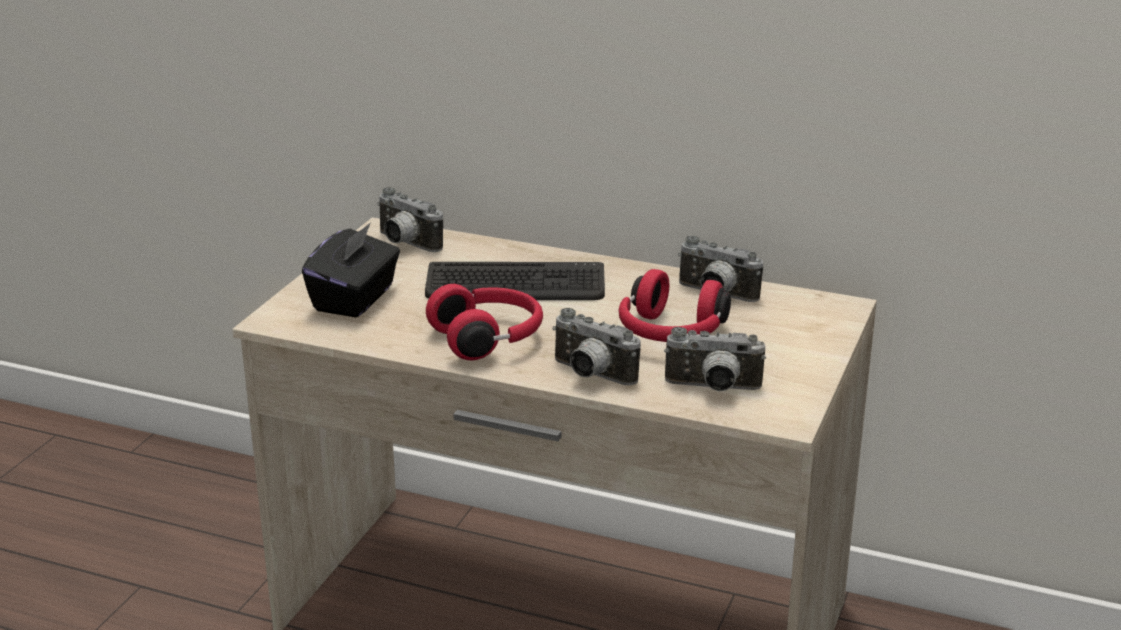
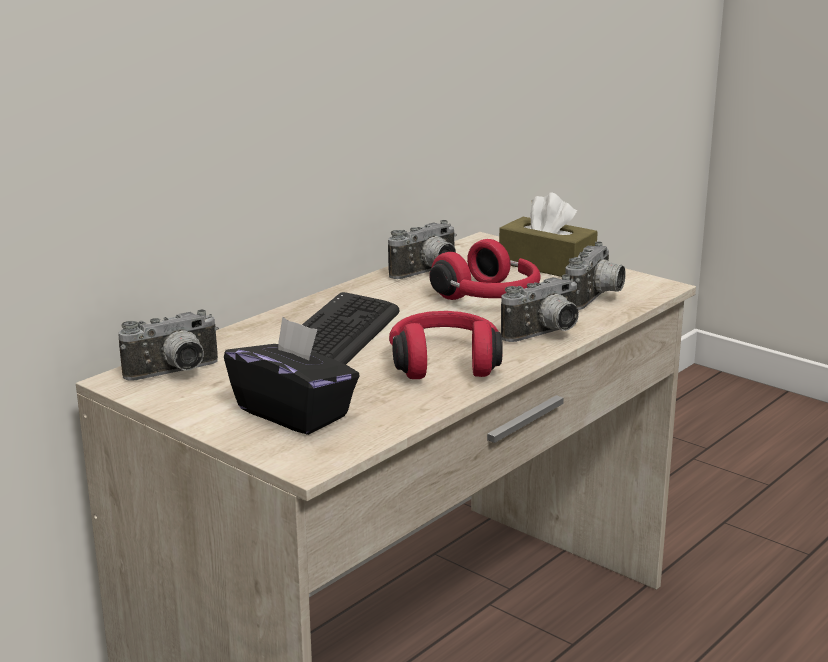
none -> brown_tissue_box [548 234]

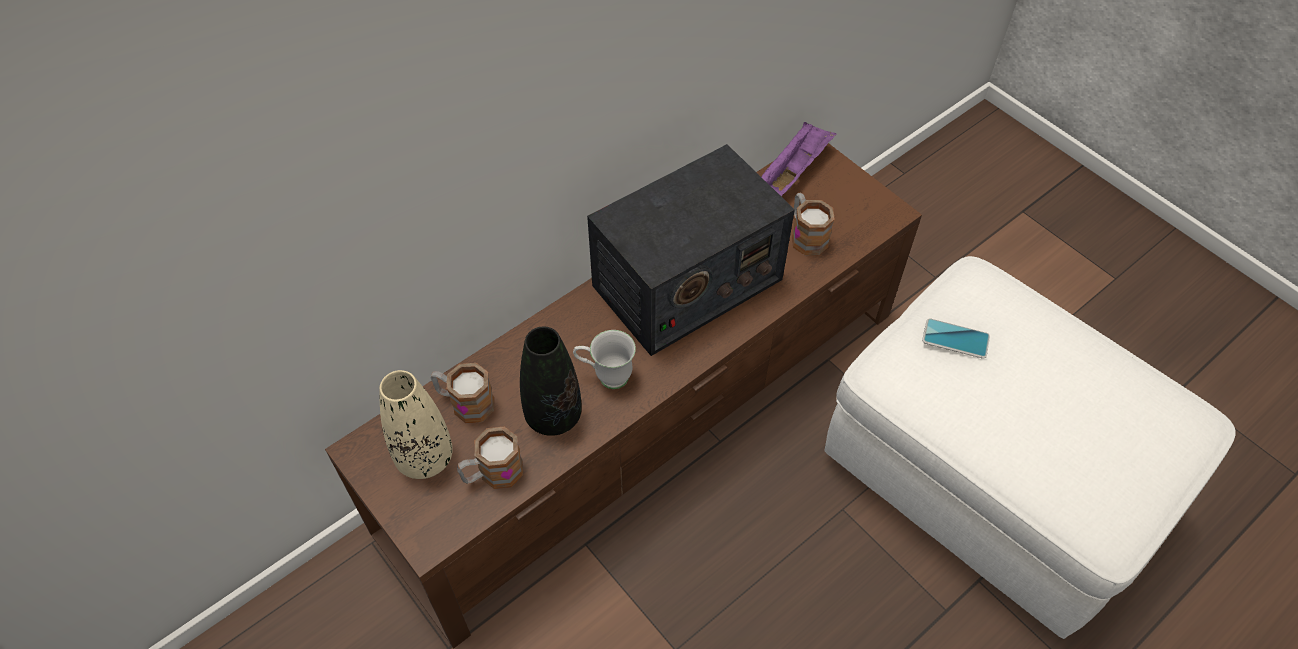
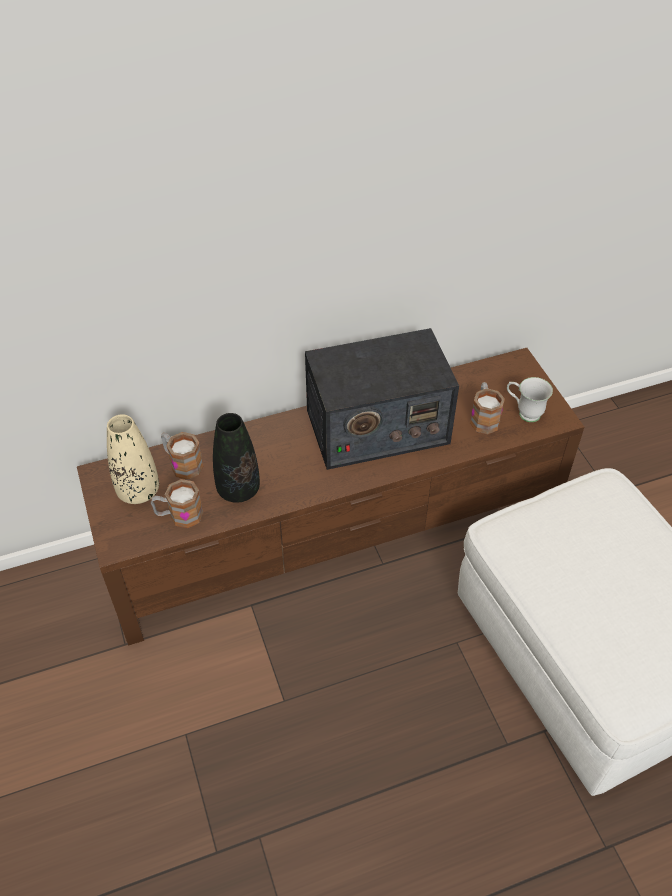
purple_tray [799 158] -> none
phone [956 338] -> none
white_mug [604 359] -> white_mug [530 399], shifted

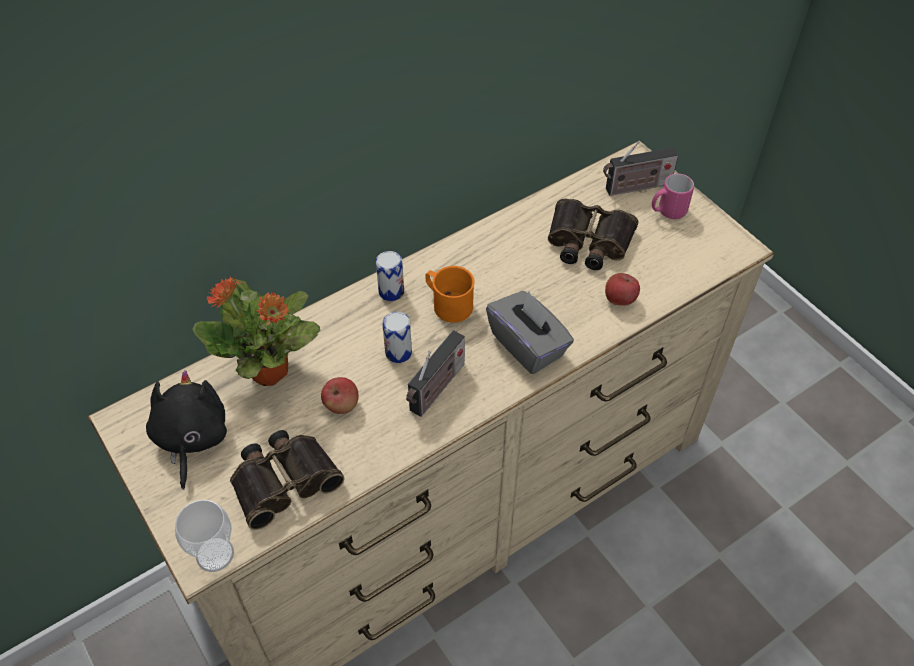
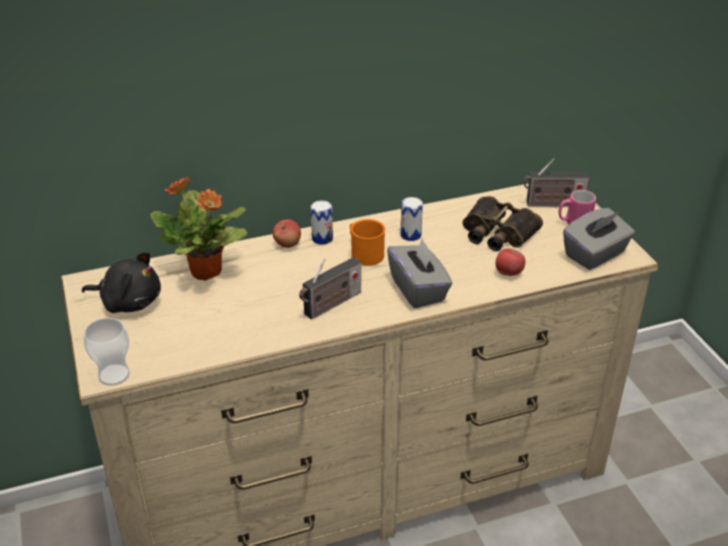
can [397 337] -> can [411 219], shifted
black_plush_toy [186 430] -> black_plush_toy [121 282], 90 degrees clockwise
apple [340 395] -> apple [286 234], shifted
binoculars [287 480] -> none
none -> grey_tissue_box [599 239]

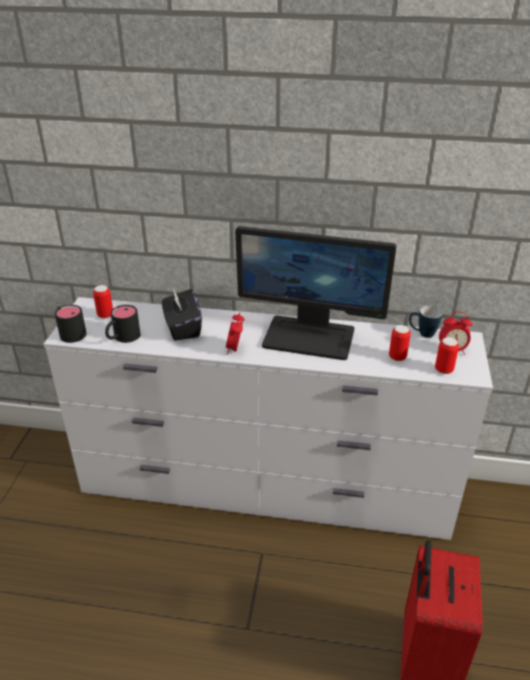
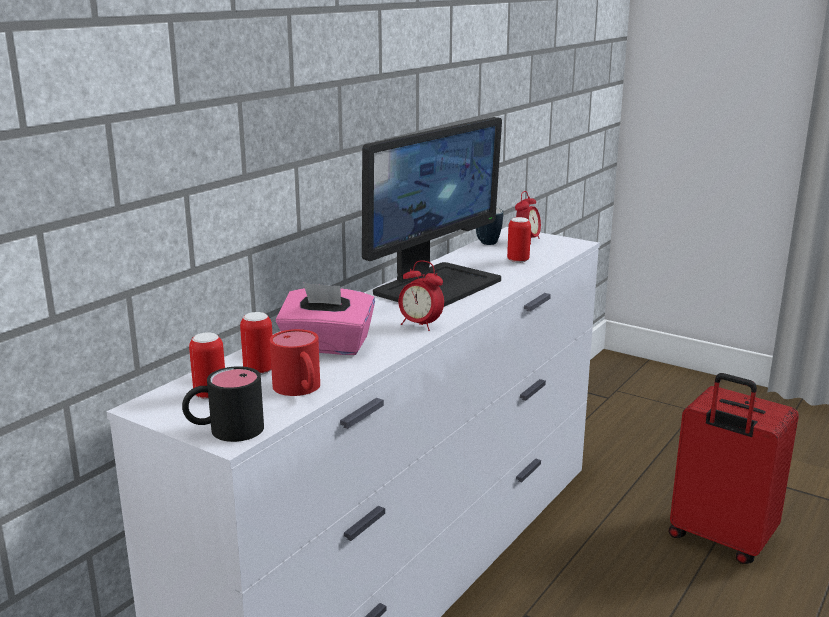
black_tissue_box [182 314] -> pink_tissue_box [325 318]
black_mug [122 324] -> red_mug [295 362]
can [447 355] -> can [256 343], shifted

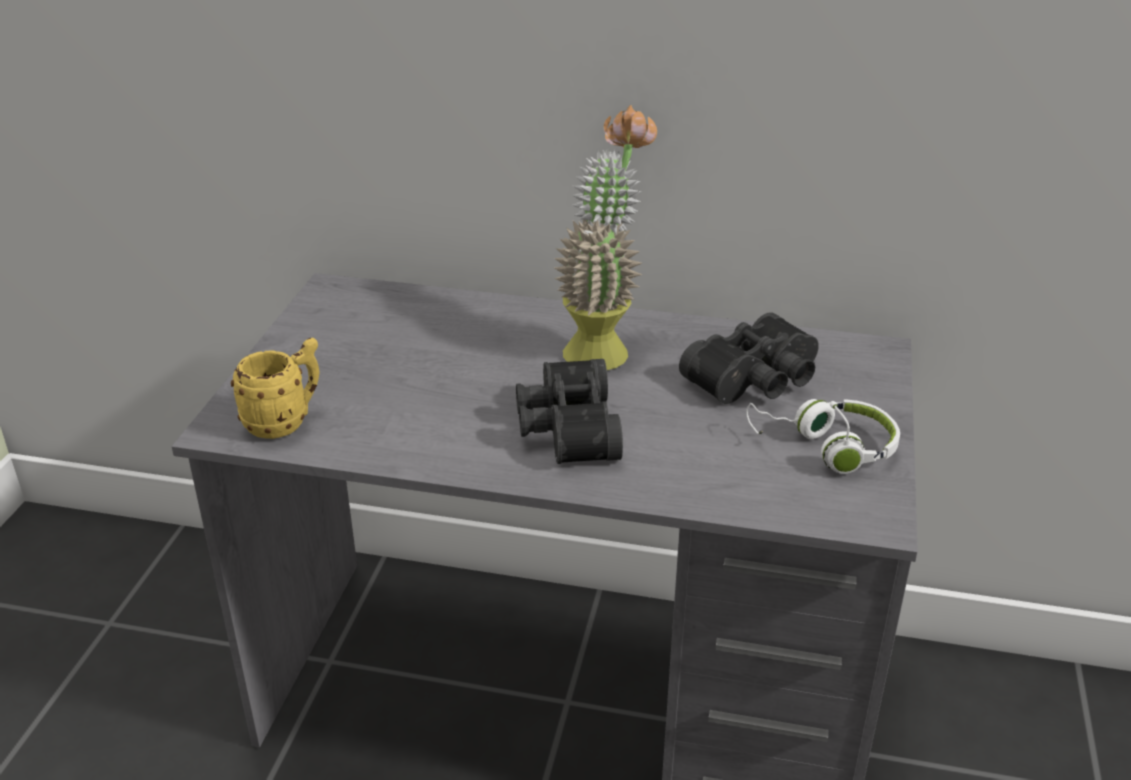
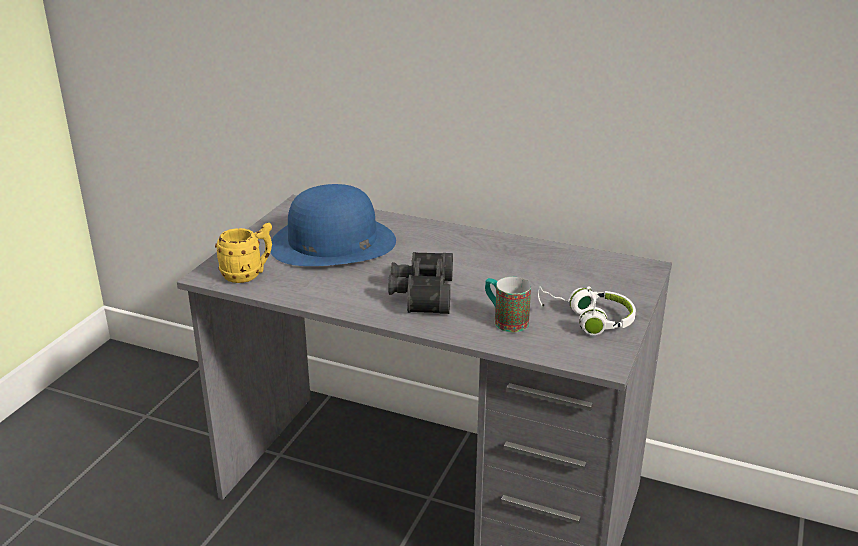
potted_plant [605 237] -> none
black_binoculars [749 358] -> none
none -> blue_hat [333 225]
none -> mug [508 304]

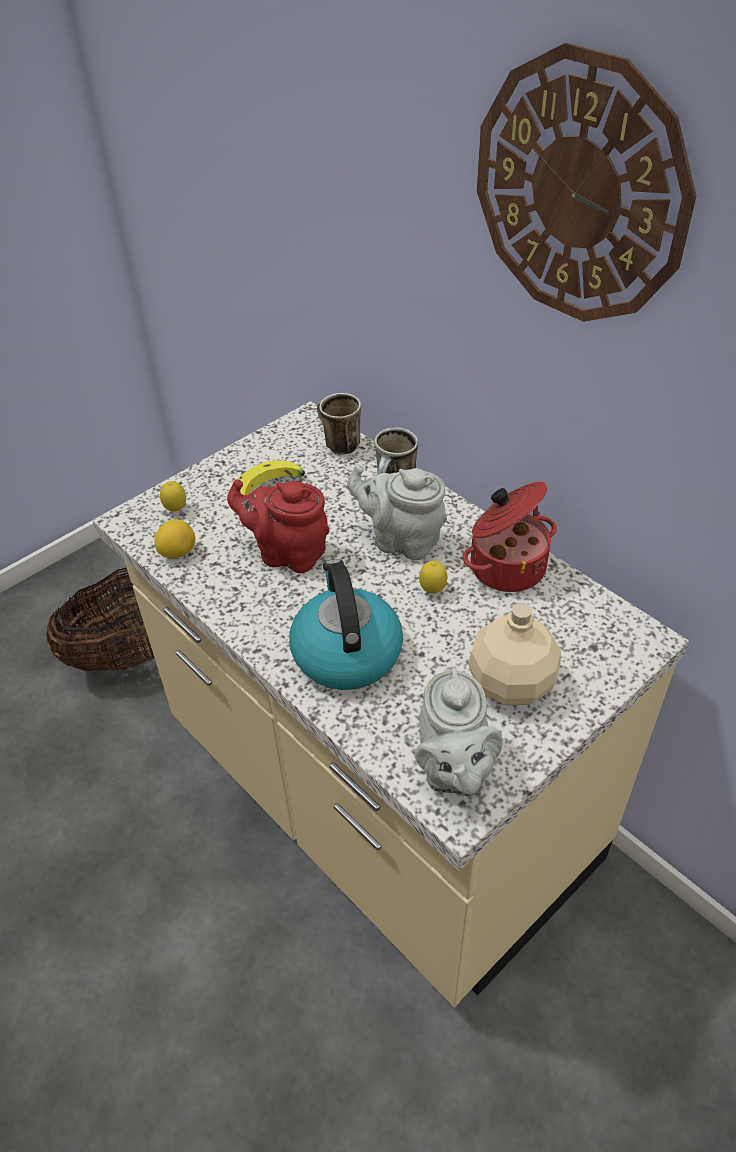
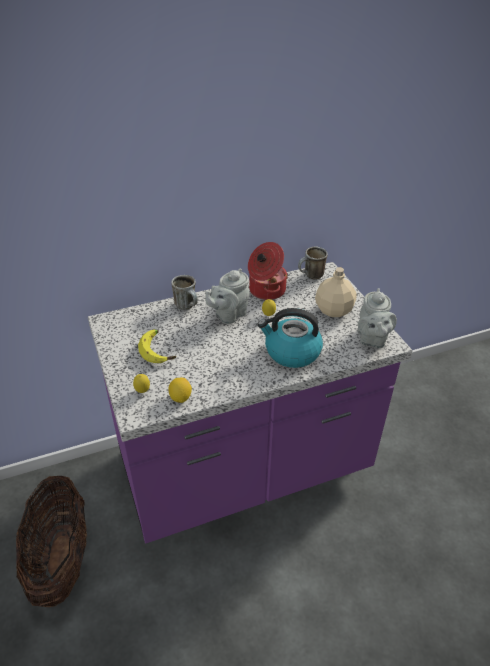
wall_clock [586 182] -> none
mug [339 424] -> mug [313 263], shifted
beige_counter [391 704] -> purple_counter [250 403]
red_teapot [278 526] -> none
grey_teapot [459 732] -> grey_teapot [377 318], 75 degrees clockwise

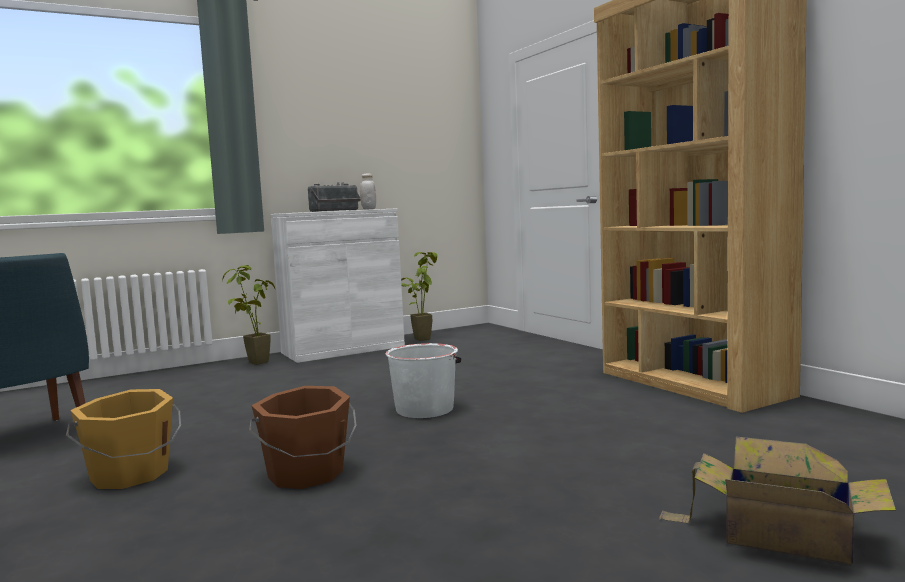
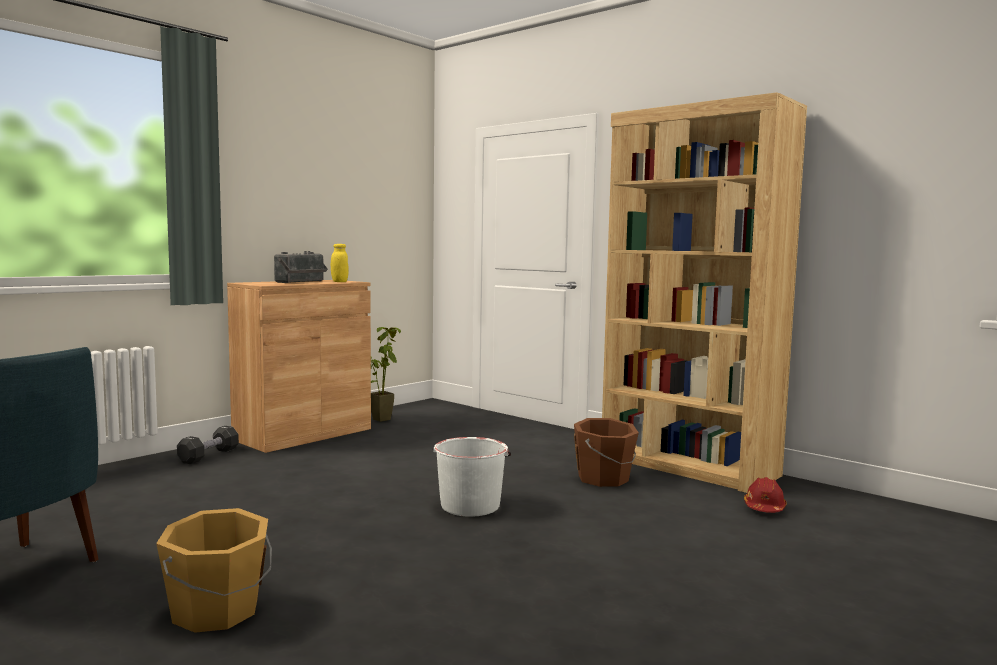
white_jar [368 191] -> yellow_jar [339 263]
white_cabinet [338 285] -> brown_cabinet [299 366]
potted_plant [248 315] -> black_dumbbell [208 445]
brown_bucket [303 437] -> brown_bucket [606 452], shifted
cardboard_box [777 501] -> none
none -> red_hard_hat [765 495]

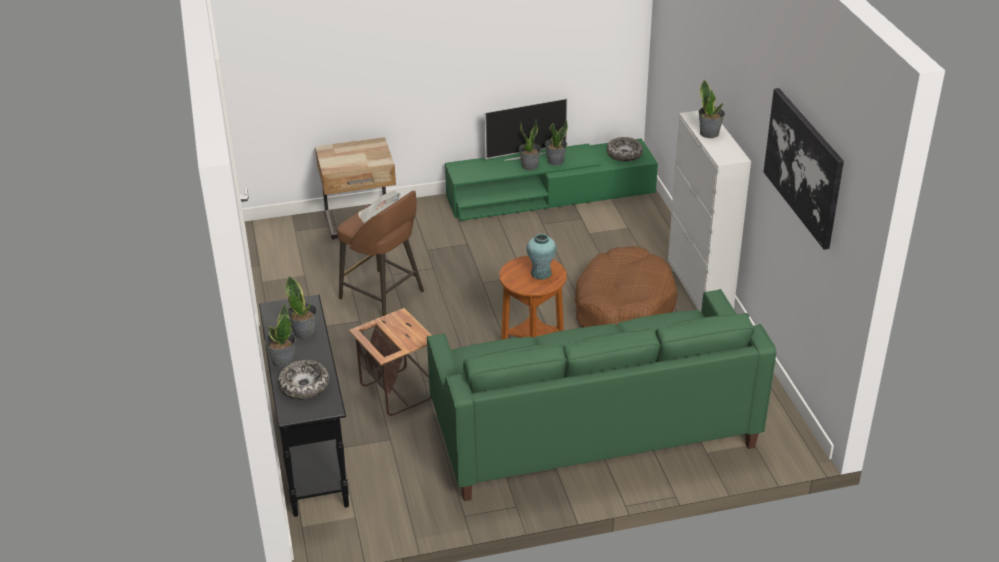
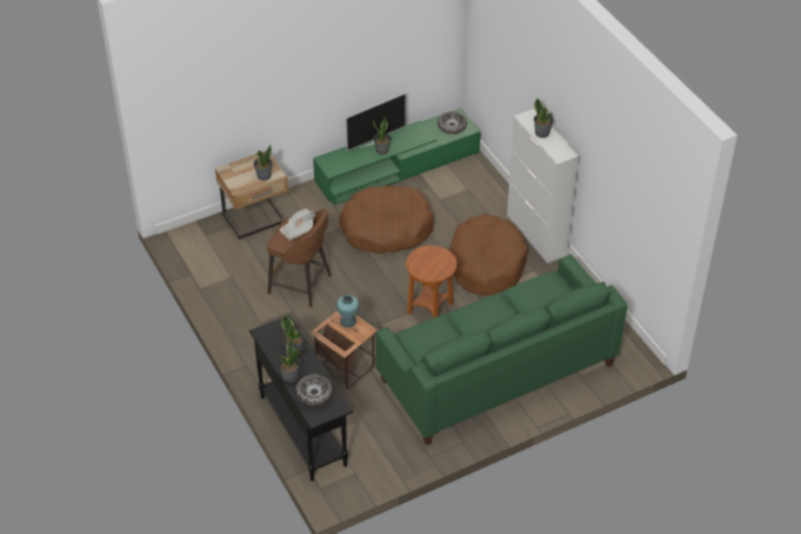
picture [804 169] -> none
potted_plant [556 142] -> potted_plant [262 163], shifted
turquoise_vase [541 257] -> turquoise_vase [347 311], shifted
none -> brown_dog_bed [386 220]

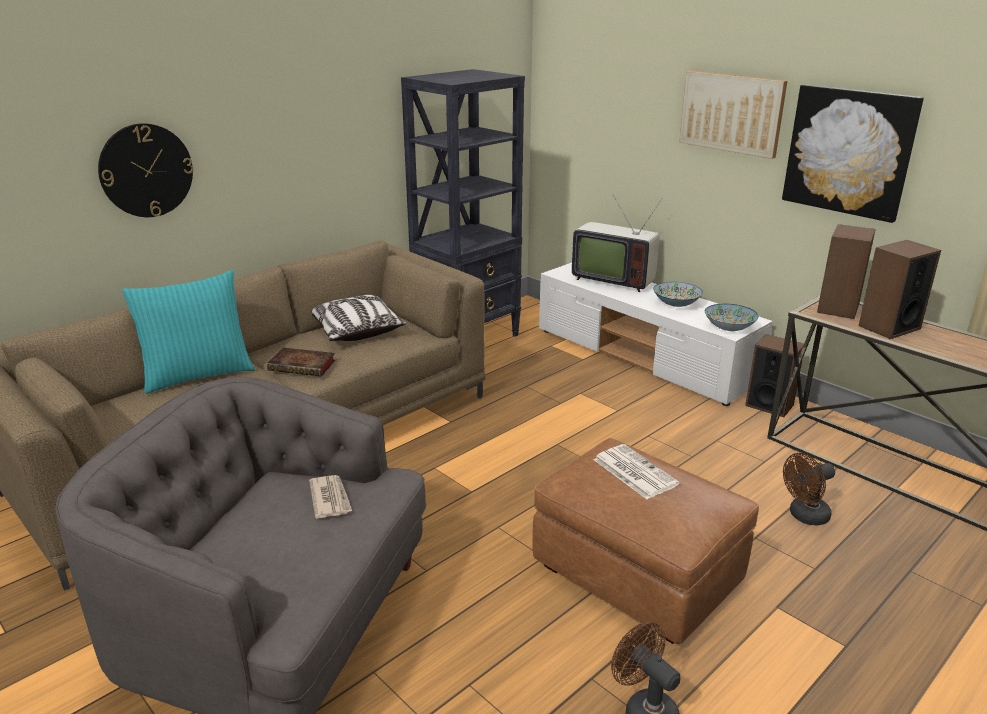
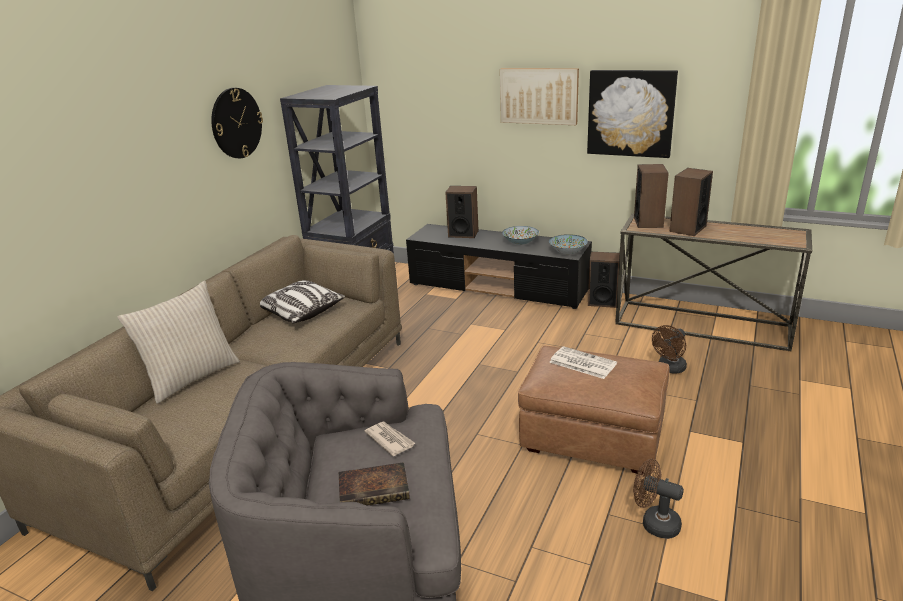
wall_clock [145 170] -> wall_clock [237 123], shifted
television [617 243] -> speaker [462 212]
white_tv_stand [656 334] -> black_tv_stand [499 266]
turquoise_pillow [188 332] -> beige_pillow [178 342]
book [301 362] -> book [374 483], shifted

